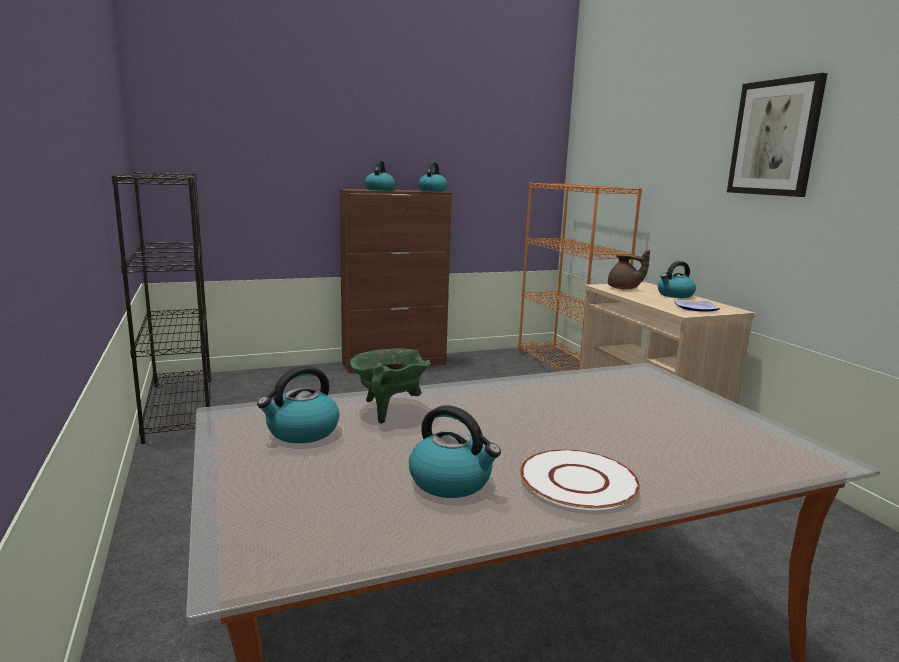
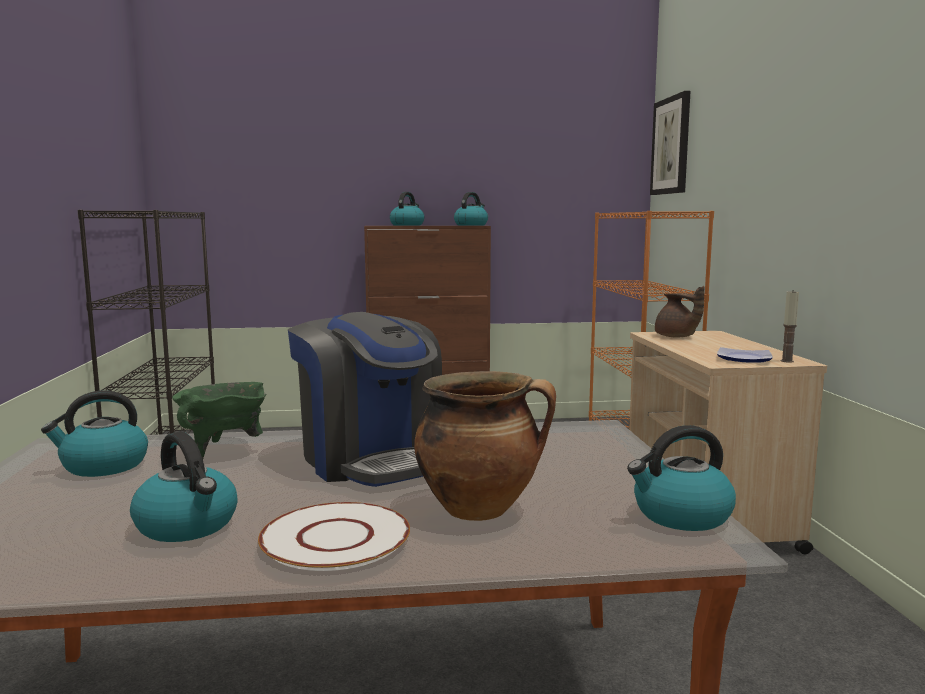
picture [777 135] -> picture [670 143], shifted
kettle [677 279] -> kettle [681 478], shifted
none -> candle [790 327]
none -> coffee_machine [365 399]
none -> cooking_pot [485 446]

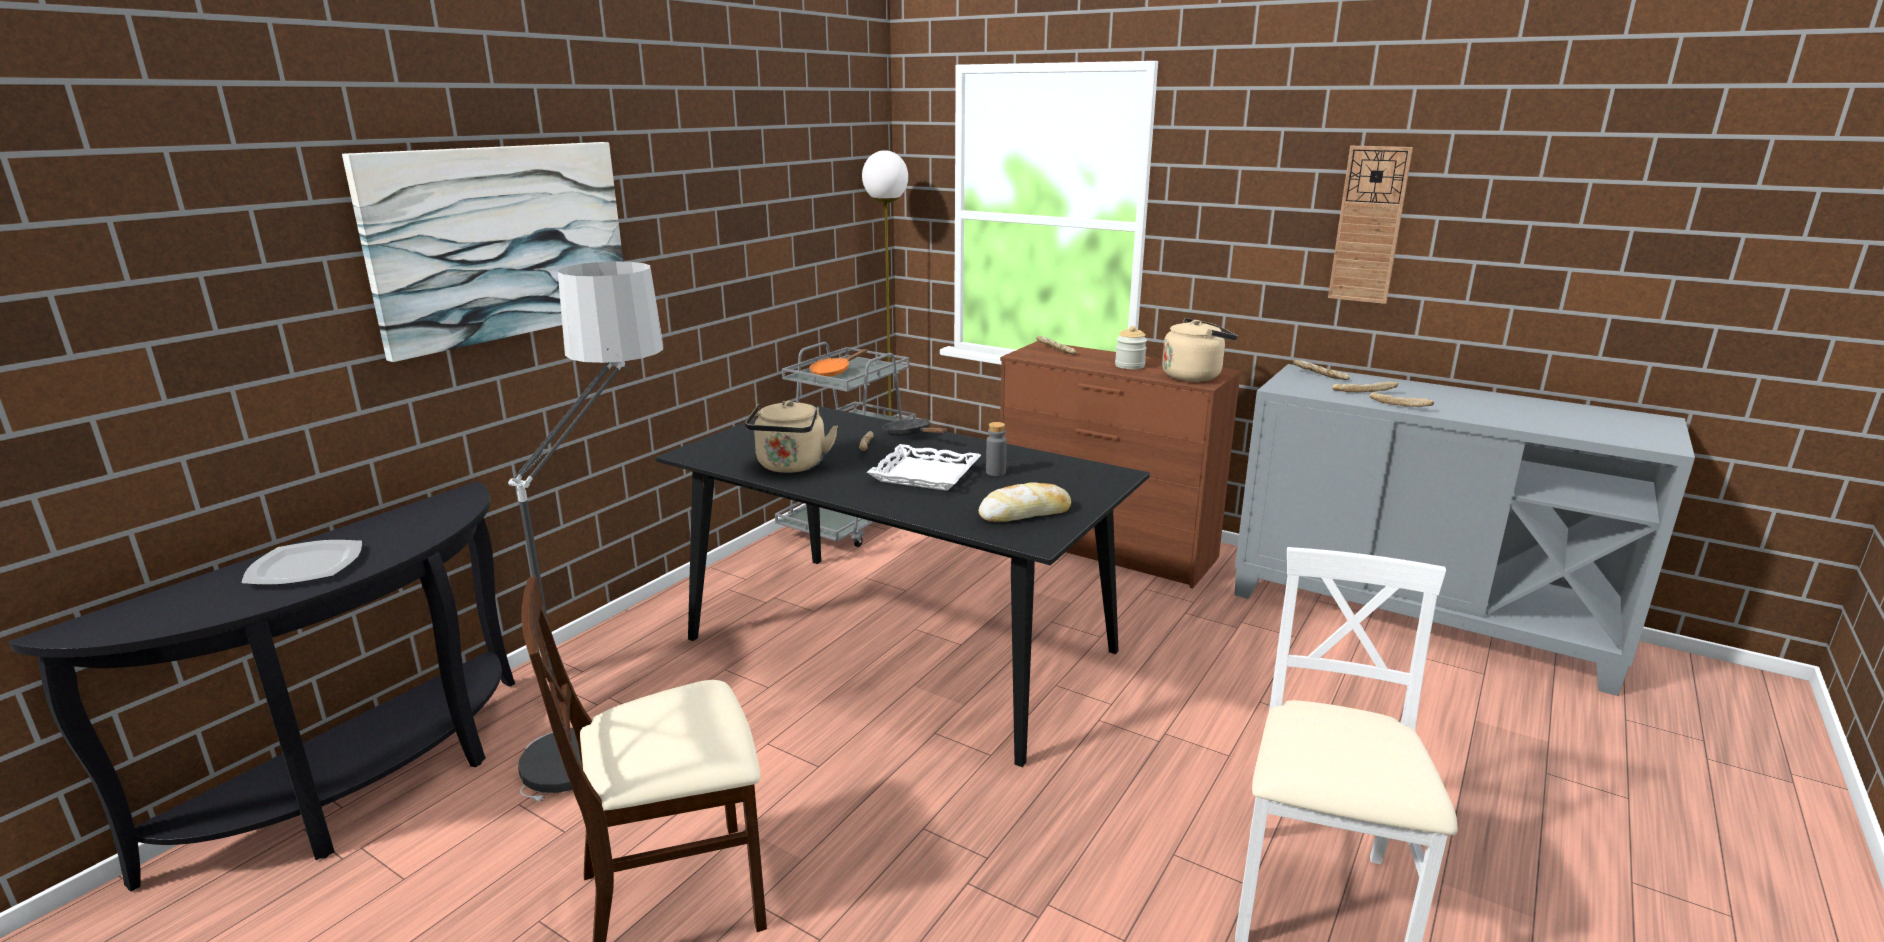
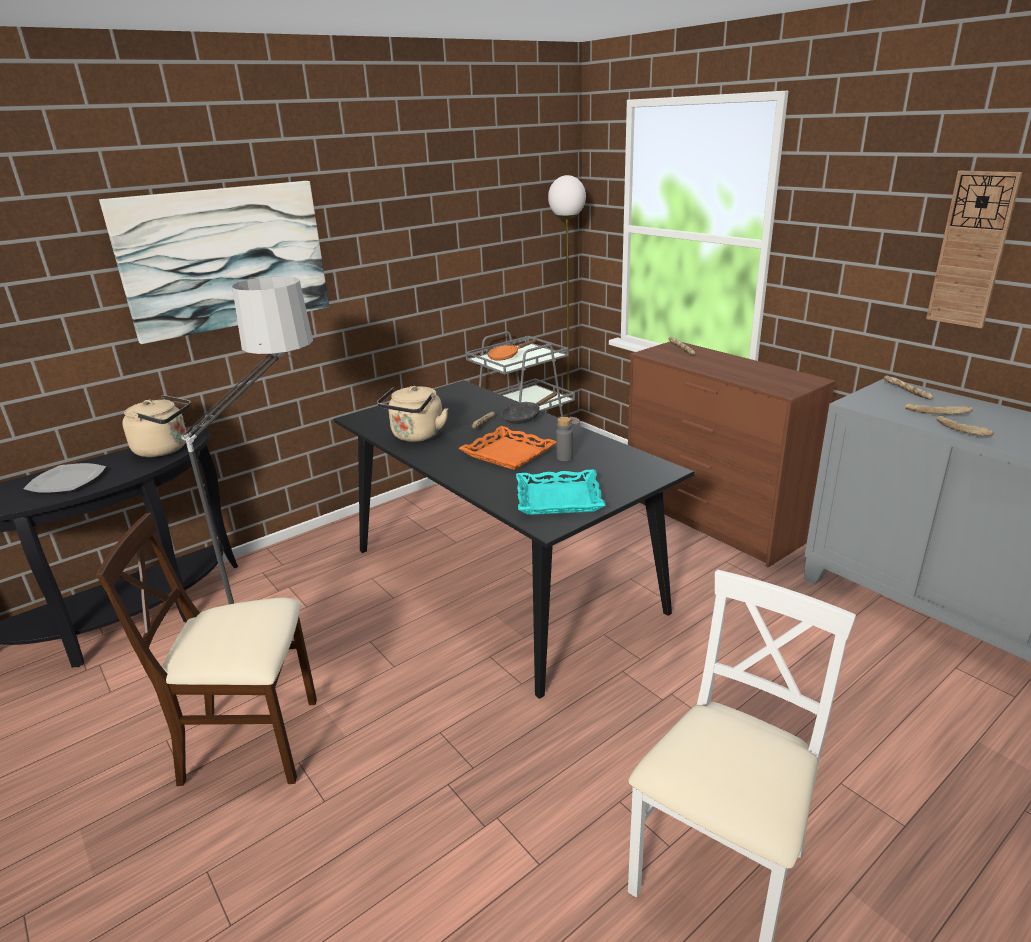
beige_kettle [1200 350] -> beige_kettle [156 426], shifted
jar [1131 347] -> none
black_frying_pan [914 427] -> black_frying_pan [529 408], 105 degrees counterclockwise
white_tray [924 467] -> orange_tray [507 448]
bread [1024 502] -> turquoise_tray [561 492]

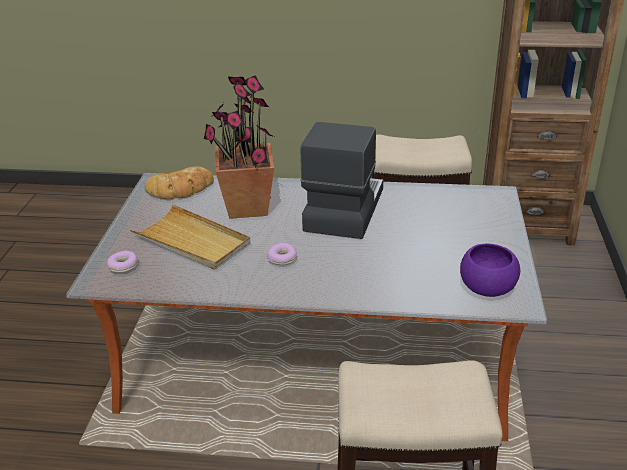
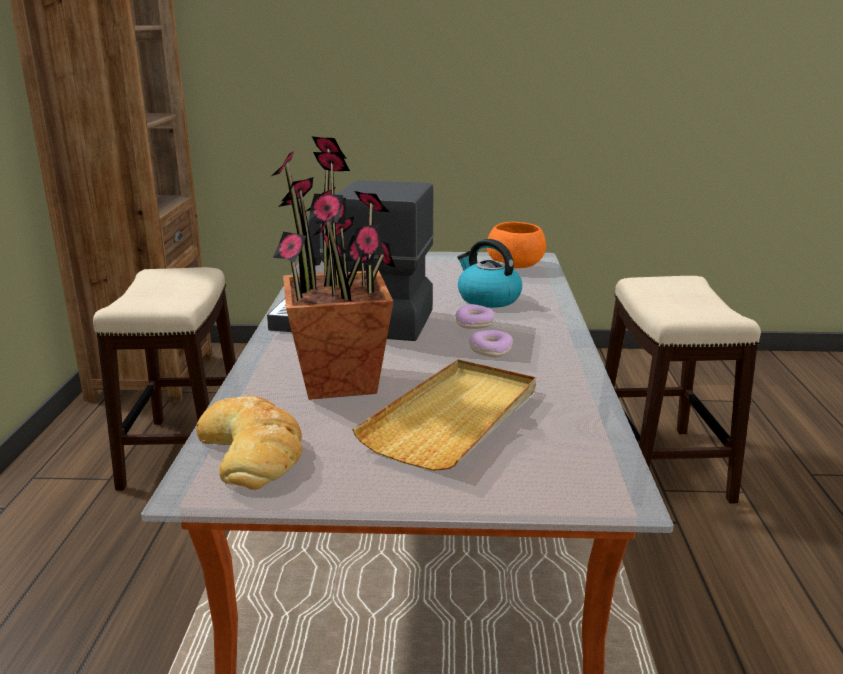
purple_bowl [490 270] -> orange_bowl [516 245]
donut [122 262] -> donut [475 316], shifted
none -> kettle [489 273]

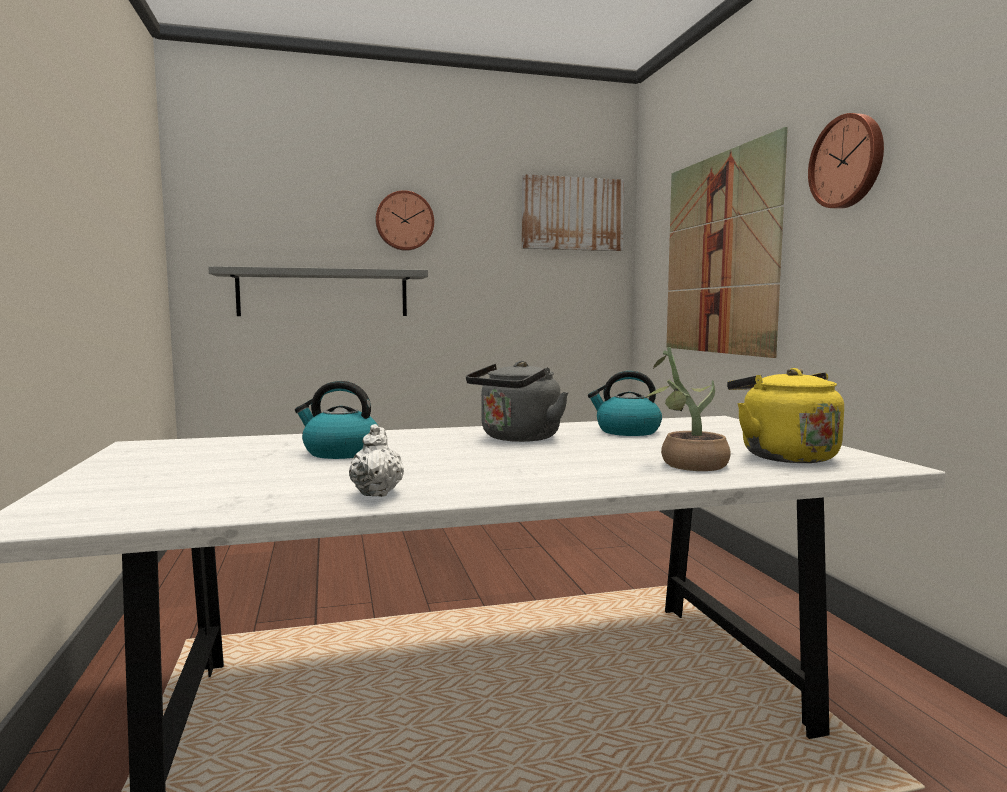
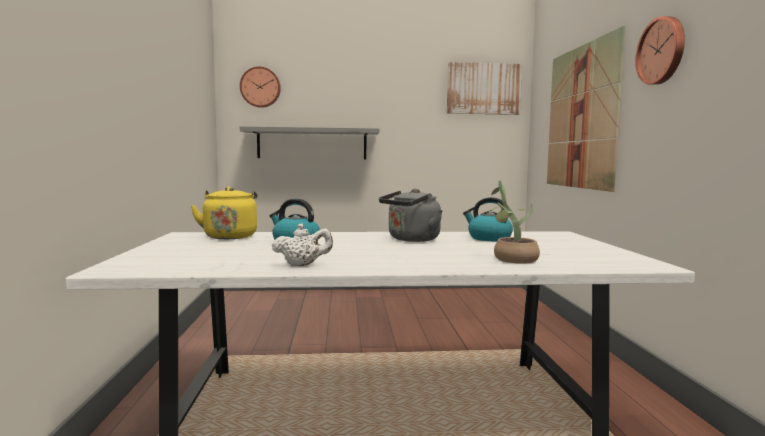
wall_clock [404 220] -> wall_clock [260 87], shifted
yellow_kettle [785 415] -> yellow_kettle [223 213], shifted
white_teapot [376 460] -> white_teapot [302 244], 75 degrees clockwise

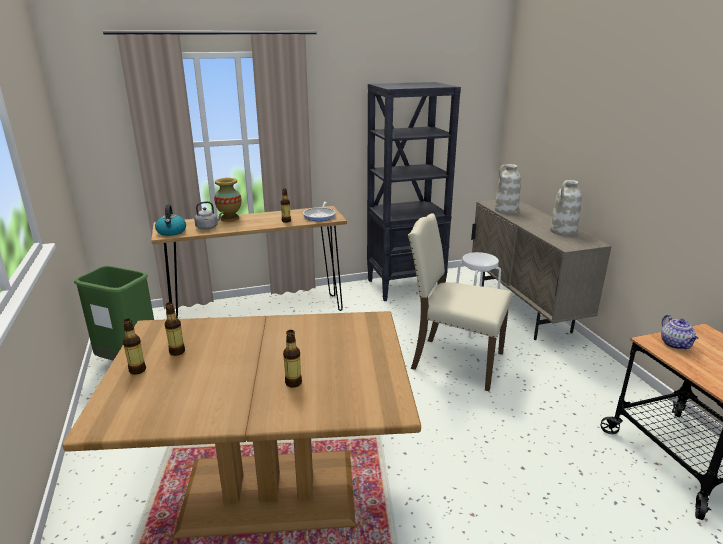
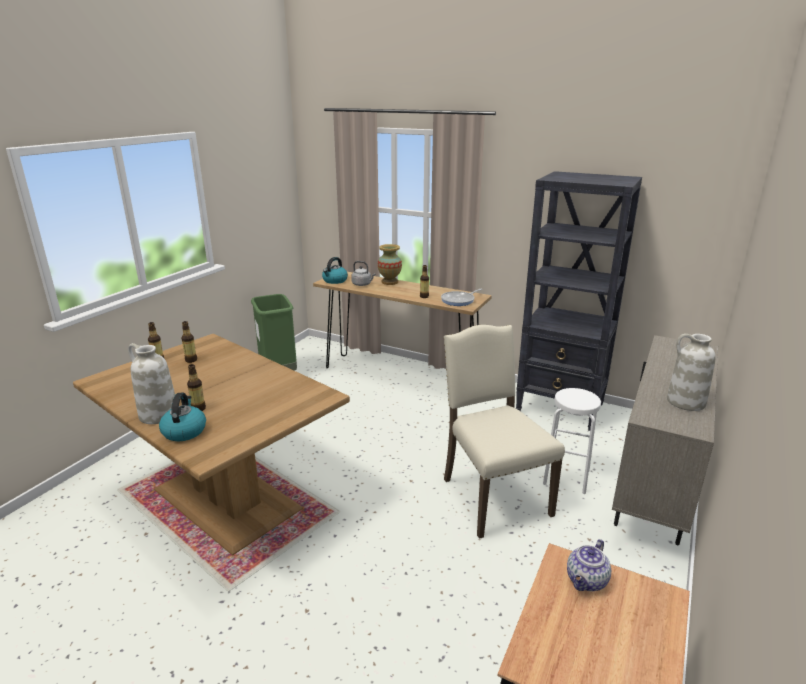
white_vase [508 189] -> white_vase [151 383], shifted
none -> kettle [182 417]

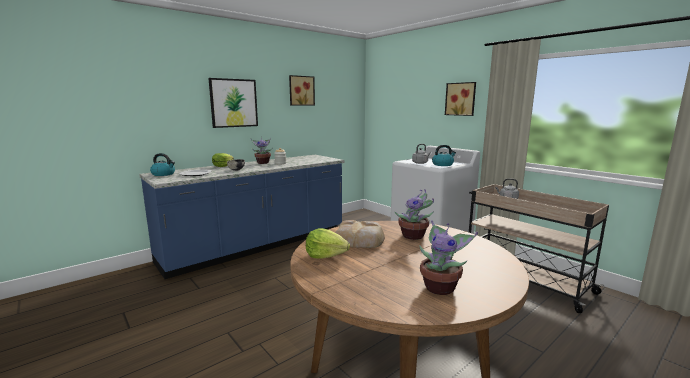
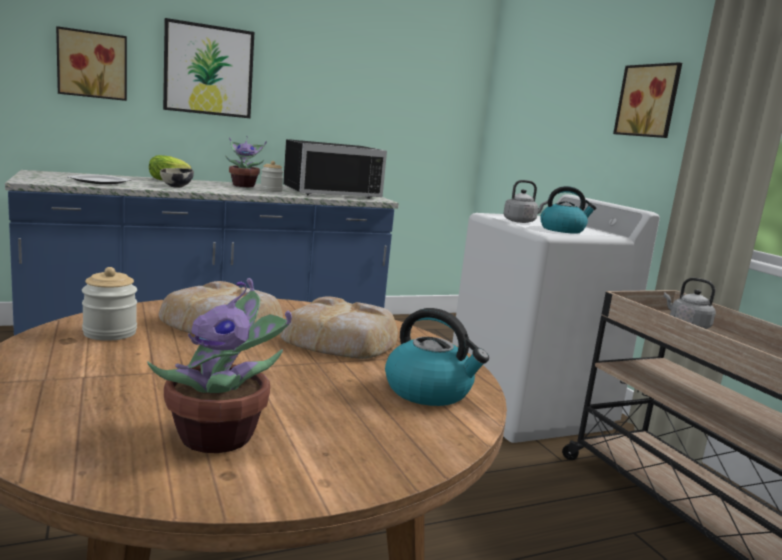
picture [302 90] -> picture [91 63], shifted
kettle [162 164] -> kettle [437 357], shifted
potted_plant [414 214] -> bread [338 328]
lettuce [328 243] -> jar [109 304]
none -> black_microwave [335 169]

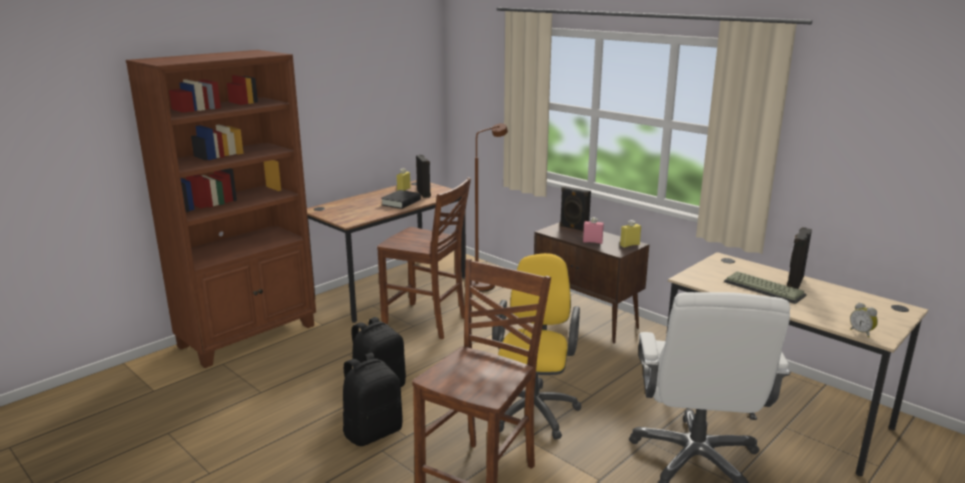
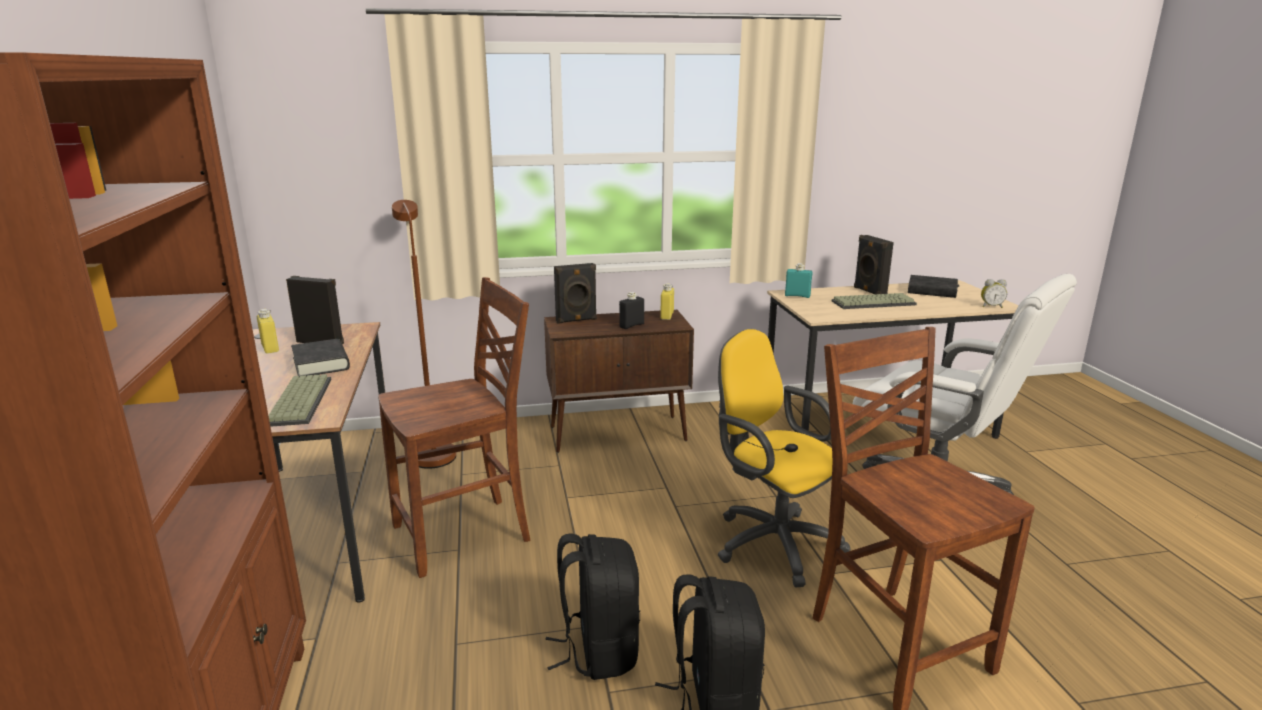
pink_bottle [593 230] -> black_bottle [631 310]
none -> turquoise_bottle [798 280]
none -> black_book [933 286]
none -> keyboard [300 400]

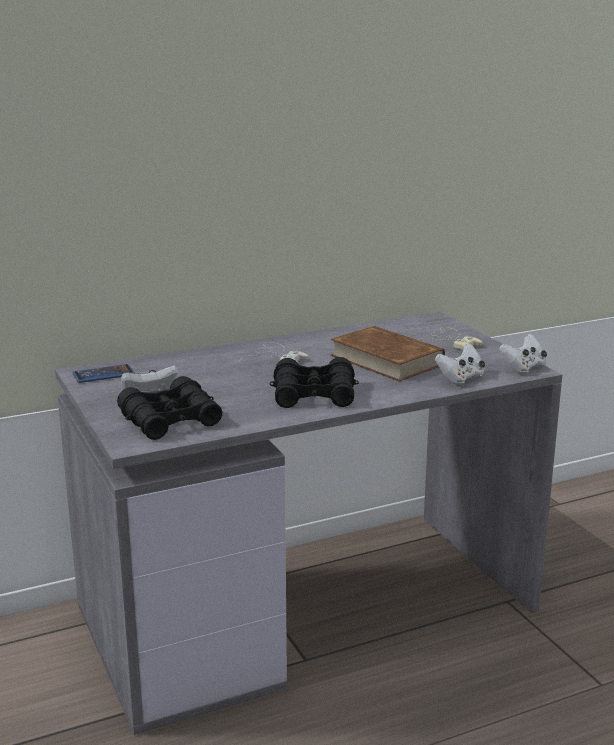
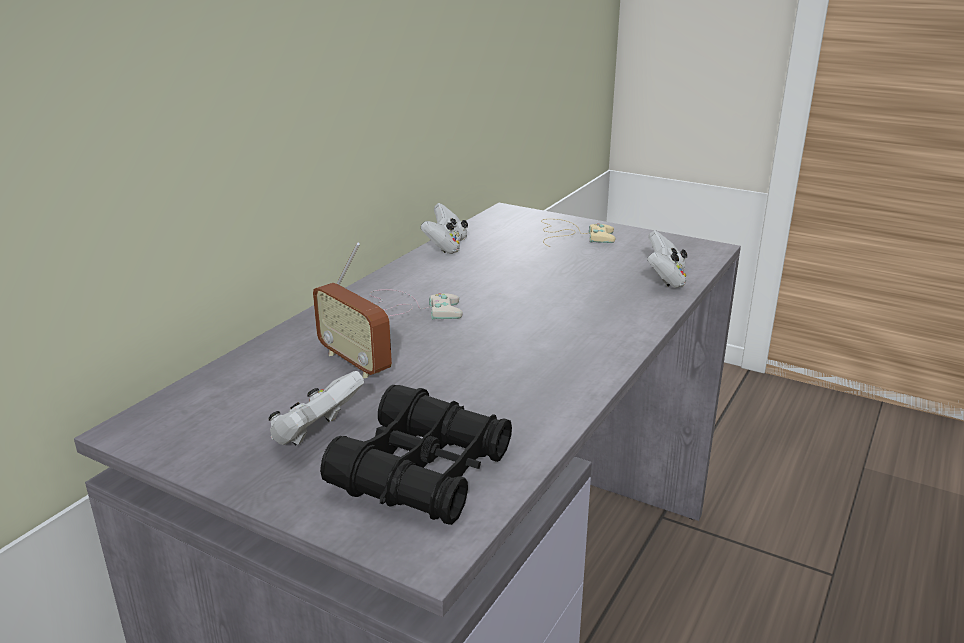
brown_book [387 353] -> none
white_game_controller [523 353] -> white_game_controller [444 228], shifted
black_binoculars [314 382] -> none
phone [104 373] -> none
none -> radio [352 310]

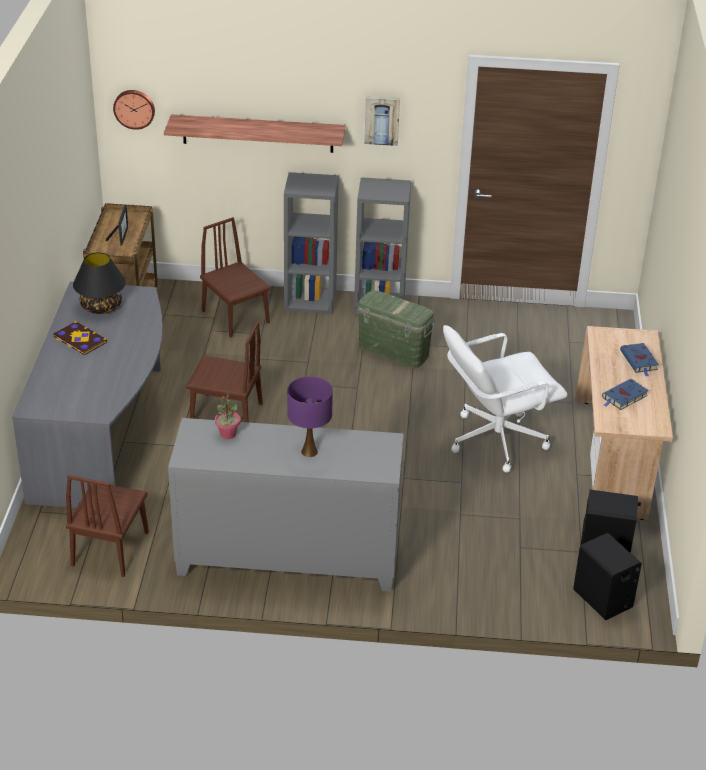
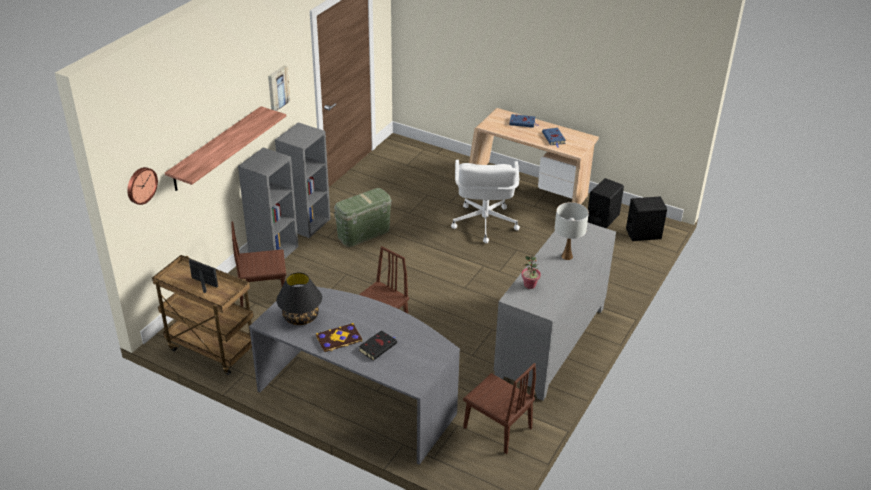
purple_table_lamp [310 416] -> white_table_lamp [572 231]
none -> black_book [378 345]

